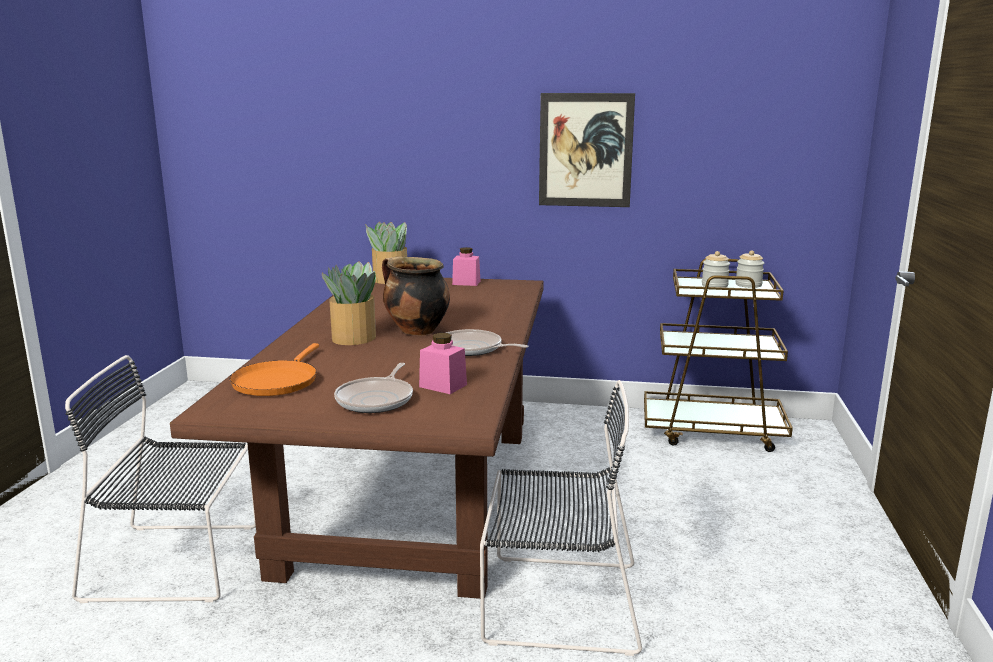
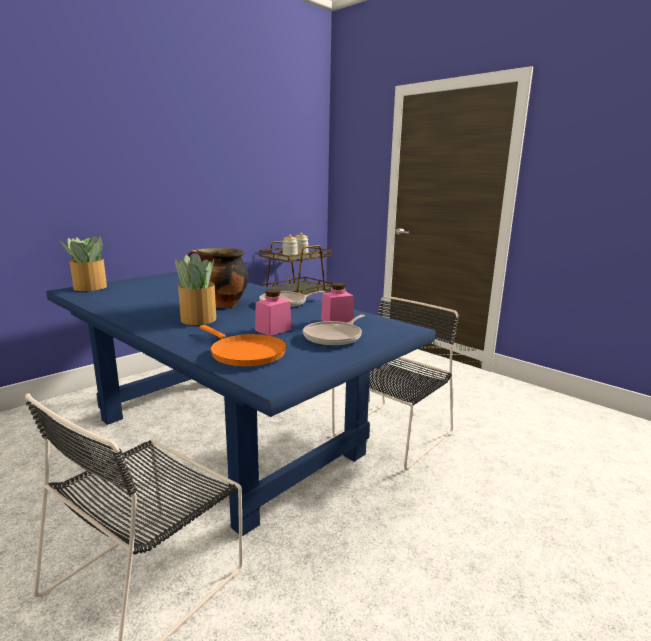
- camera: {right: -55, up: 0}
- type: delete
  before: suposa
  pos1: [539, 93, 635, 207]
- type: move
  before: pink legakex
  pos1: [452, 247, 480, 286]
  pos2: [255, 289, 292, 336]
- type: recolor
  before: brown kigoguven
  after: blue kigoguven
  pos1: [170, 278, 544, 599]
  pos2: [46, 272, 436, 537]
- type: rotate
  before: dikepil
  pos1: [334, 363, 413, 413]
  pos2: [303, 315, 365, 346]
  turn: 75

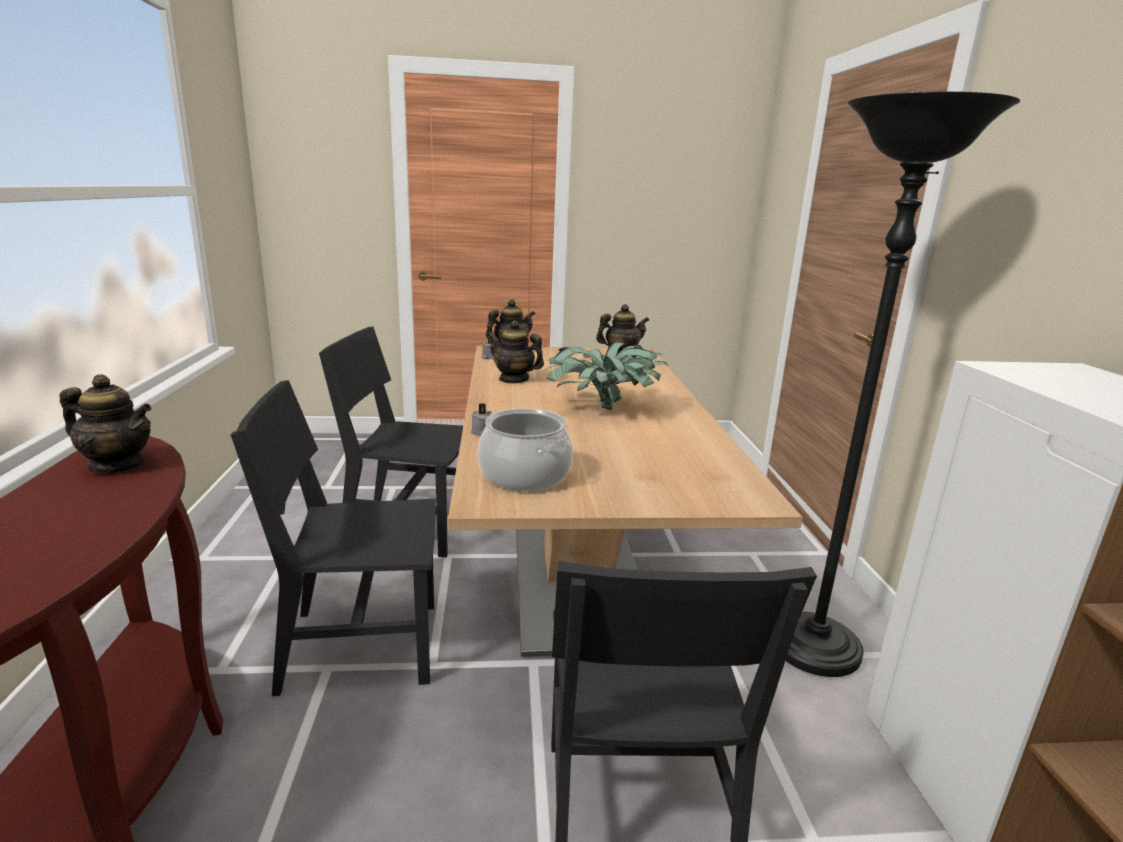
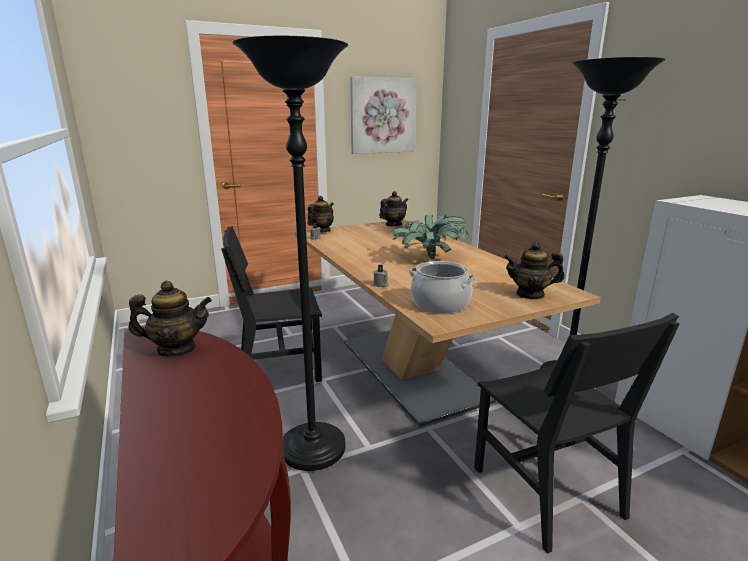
- camera: {right: -20, up: 0}
- type: move
  before: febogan
  pos1: [487, 320, 544, 384]
  pos2: [504, 242, 565, 299]
- type: replace
  before: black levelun
  after: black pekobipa
  pos1: [231, 380, 436, 696]
  pos2: [232, 36, 348, 471]
- type: insert
  after: suposa
  pos2: [350, 76, 417, 154]

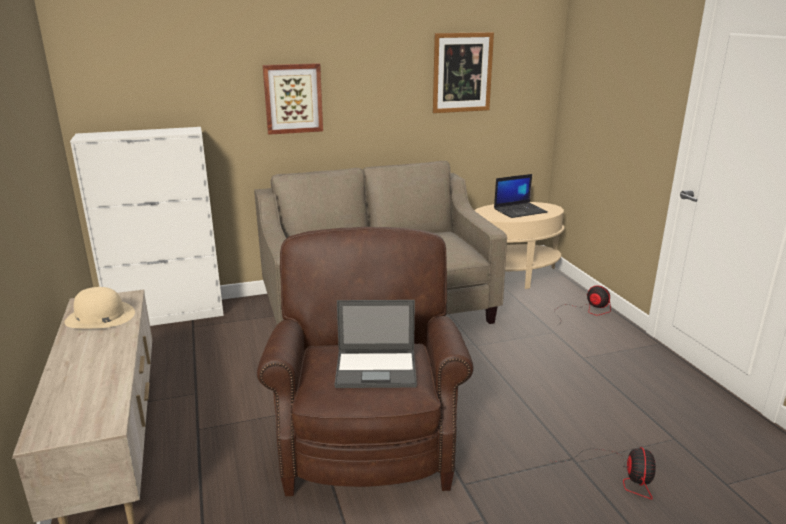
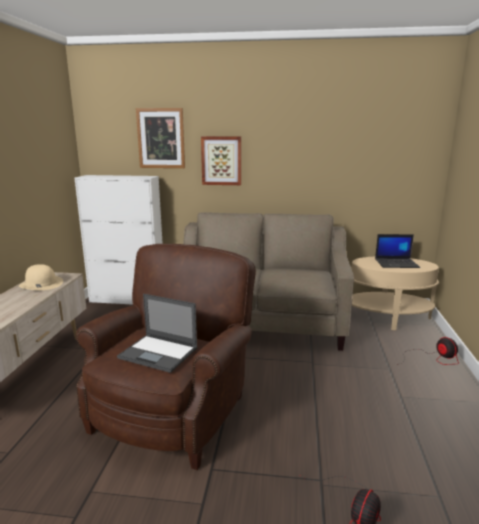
- camera: {right: 25, up: -5}
- type: move
  before: suposa
  pos1: [433, 32, 494, 113]
  pos2: [136, 108, 185, 168]

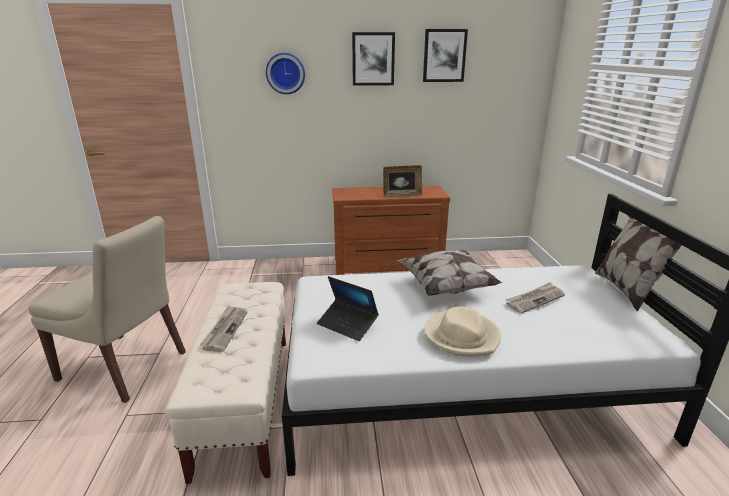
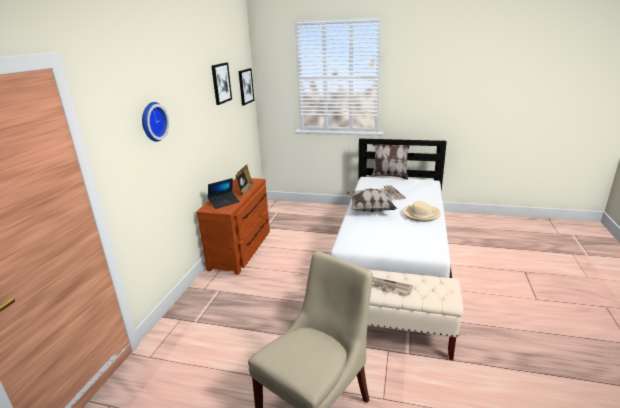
- camera: {right: -70, up: 0}
- type: move
  before: suposa
  pos1: [352, 32, 395, 86]
  pos2: [239, 68, 254, 105]
- type: move
  before: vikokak
  pos1: [317, 276, 379, 341]
  pos2: [208, 178, 240, 209]

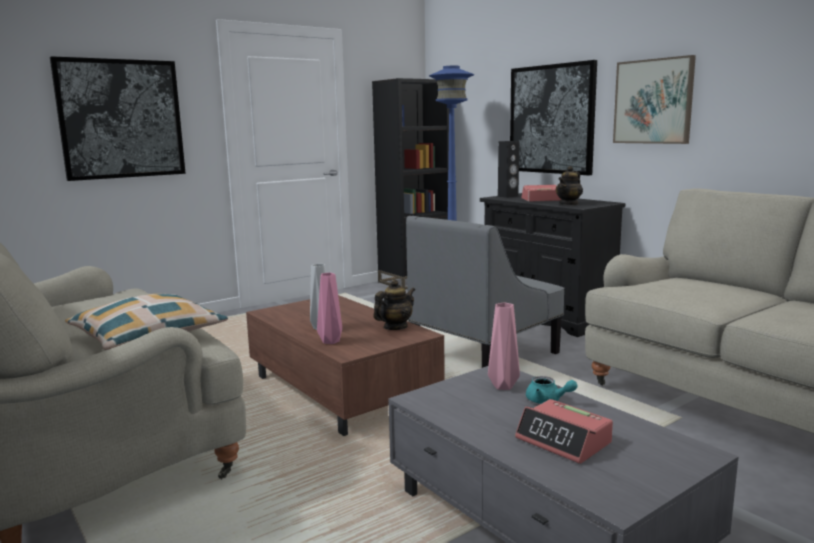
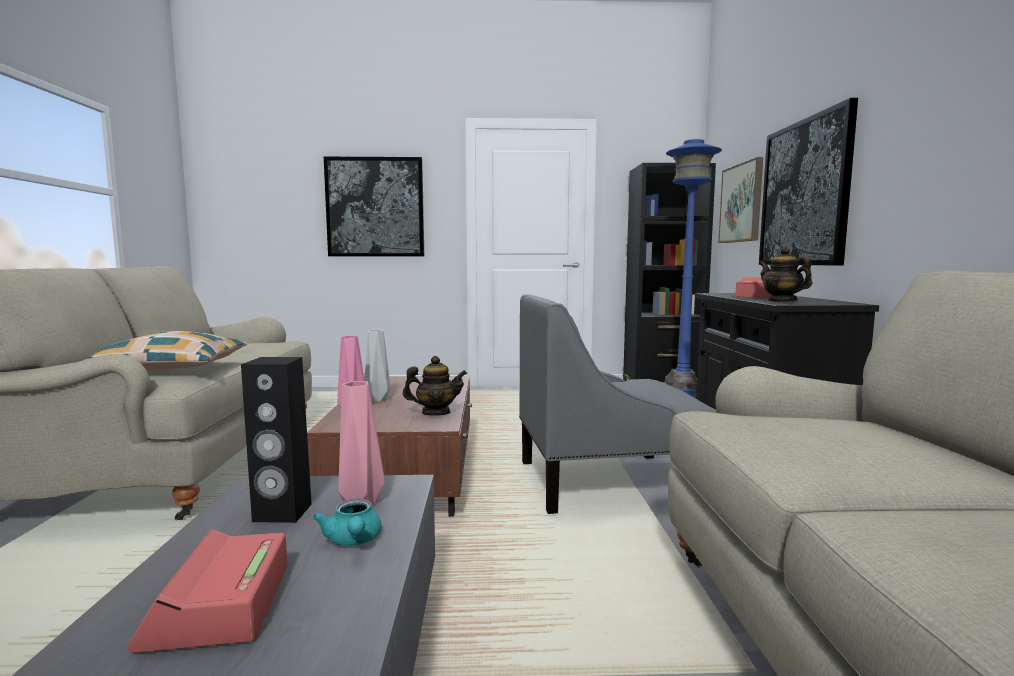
- camera: {right: 35, up: -5}
- type: move
  before: suposa
  pos1: [613, 55, 696, 144]
  pos2: [718, 157, 763, 243]
- type: move
  before: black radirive
  pos1: [498, 141, 519, 198]
  pos2: [241, 357, 312, 523]
- type: rotate
  before: febogan
  pos1: [556, 166, 583, 205]
  pos2: [759, 247, 812, 302]
  turn: 75

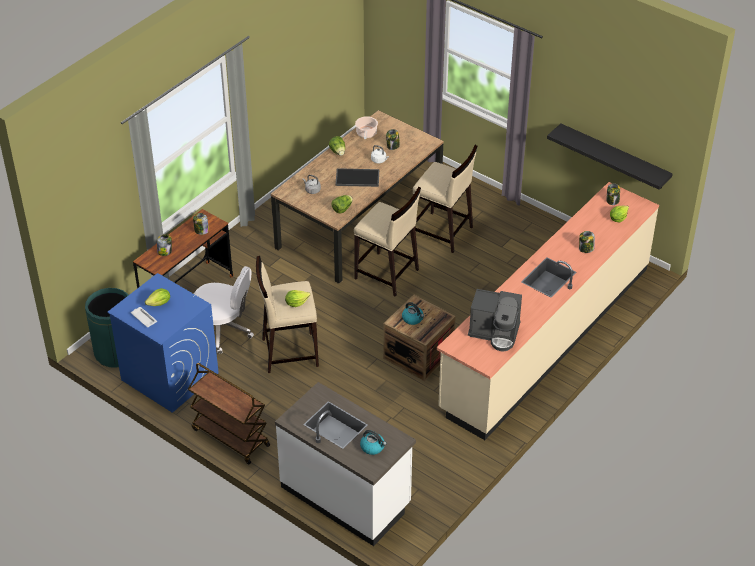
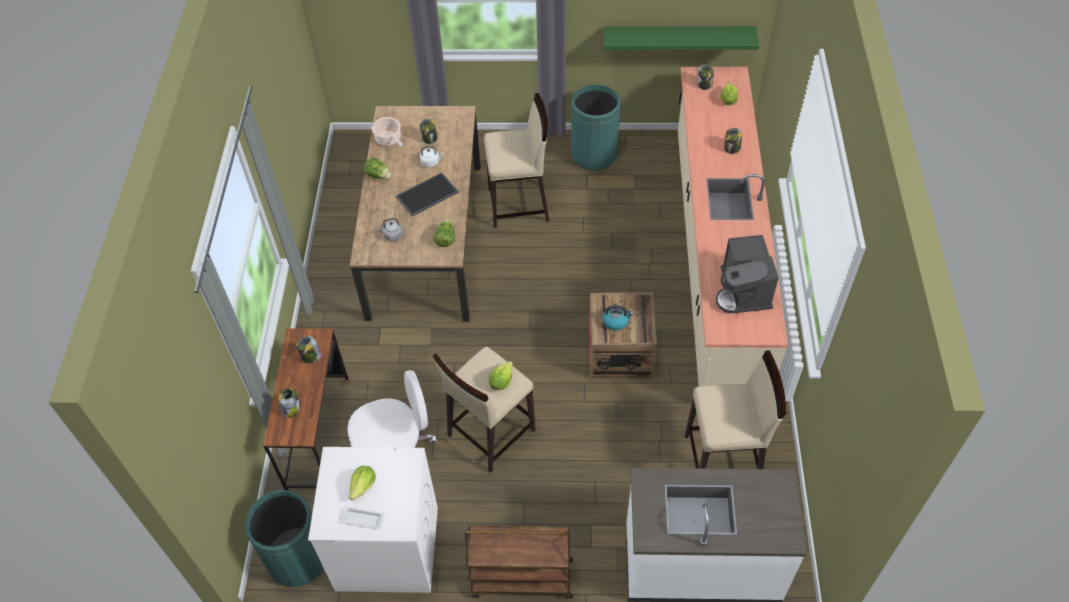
- camera: {right: -35, up: 10}
- type: recolor
  before: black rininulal
  after: green rininulal
  pos1: [547, 124, 673, 190]
  pos2: [604, 26, 759, 50]
- type: move
  before: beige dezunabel
  pos1: [354, 187, 421, 297]
  pos2: [685, 350, 786, 469]
- type: recolor
  before: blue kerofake
  after: white kerofake
  pos1: [107, 273, 219, 413]
  pos2: [308, 447, 438, 593]
- type: rotate
  before: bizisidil
  pos1: [468, 289, 522, 351]
  pos2: [716, 235, 779, 313]
  turn: 105
- type: delete
  before: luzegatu
  pos1: [360, 430, 387, 455]
- type: insert
  after: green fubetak
  pos2: [571, 85, 621, 170]

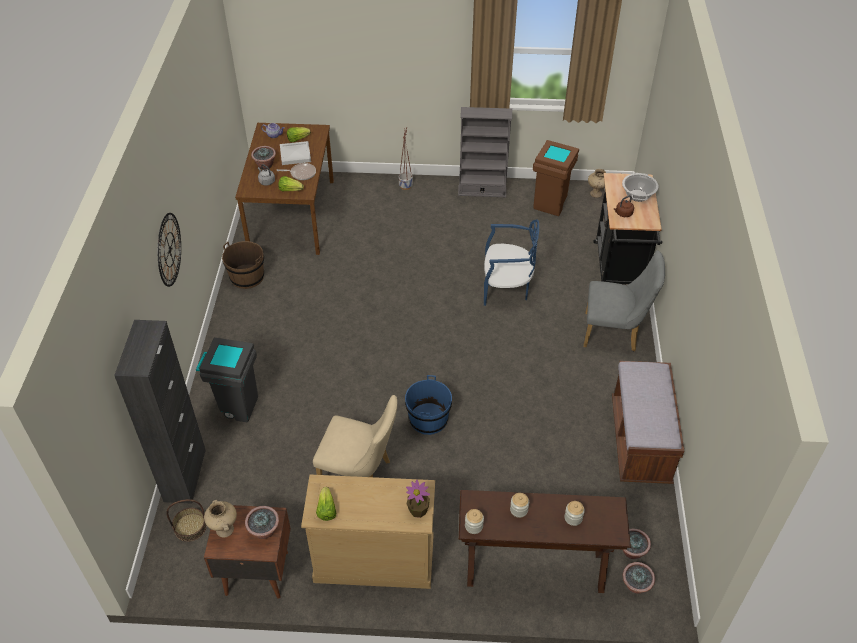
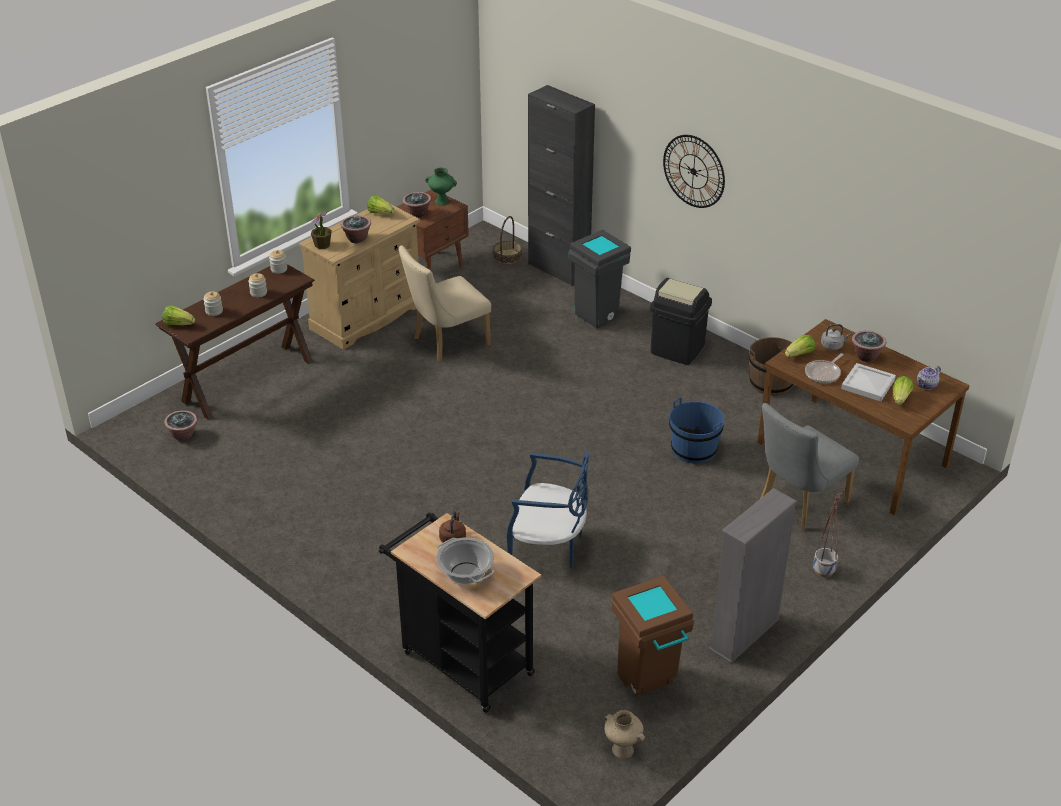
- camera: {right: 130, up: -10}
- type: rotate
  before: blue levelun
  pos1: [484, 220, 539, 306]
  pos2: [506, 452, 590, 568]
  turn: -120
- type: move
  before: grey levelun
  pos1: [583, 250, 665, 352]
  pos2: [760, 403, 859, 530]
- type: delete
  before: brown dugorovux
  pos1: [612, 361, 684, 484]
- type: move
  before: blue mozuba
  pos1: [405, 375, 452, 435]
  pos2: [669, 397, 725, 464]
- type: recolor
  before: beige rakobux
  after: green rakobux
  pos1: [204, 500, 237, 537]
  pos2: [425, 168, 457, 205]
- type: move
  before: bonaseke
  pos1: [623, 562, 655, 594]
  pos2: [341, 216, 371, 243]
- type: insert
  after: black fubetak
  pos2: [650, 278, 712, 365]
- type: insert
  after: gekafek
  pos2: [162, 305, 195, 325]

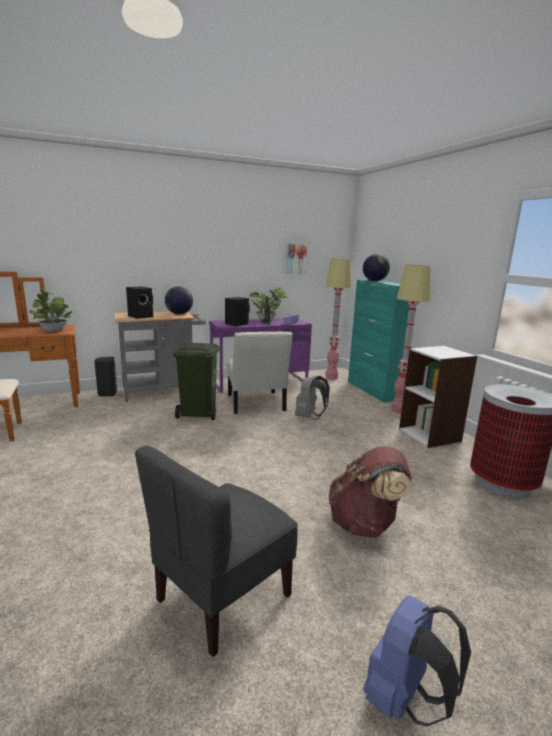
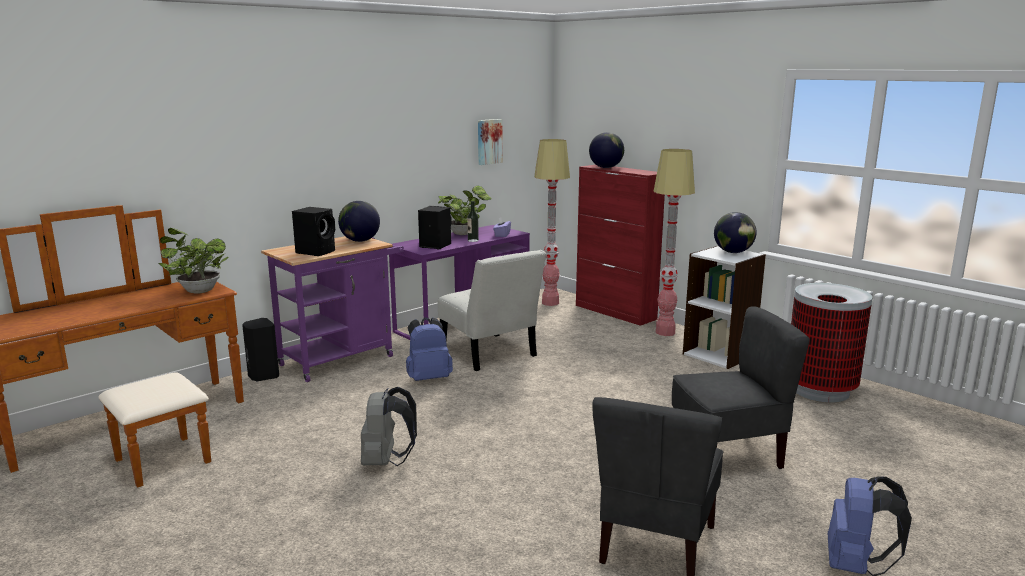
- camera: {right: -20, up: 0}
- type: recolor
  before: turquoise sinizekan
  after: red sinizekan
  pos1: [348, 280, 409, 403]
  pos2: [576, 165, 665, 326]
- type: recolor
  before: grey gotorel
  after: purple gotorel
  pos1: [114, 311, 206, 402]
  pos2: [261, 236, 404, 382]
- type: replace
  before: green fubetak
  after: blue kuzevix
  pos1: [173, 343, 221, 420]
  pos2: [406, 317, 453, 381]
- type: move
  before: grey kuzevix
  pos1: [295, 376, 330, 420]
  pos2: [361, 387, 417, 466]
- type: replace
  before: brown kuzevix
  after: grey levelun
  pos1: [329, 446, 412, 538]
  pos2: [672, 306, 810, 469]
- type: insert
  after: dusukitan
  pos2: [714, 212, 757, 253]

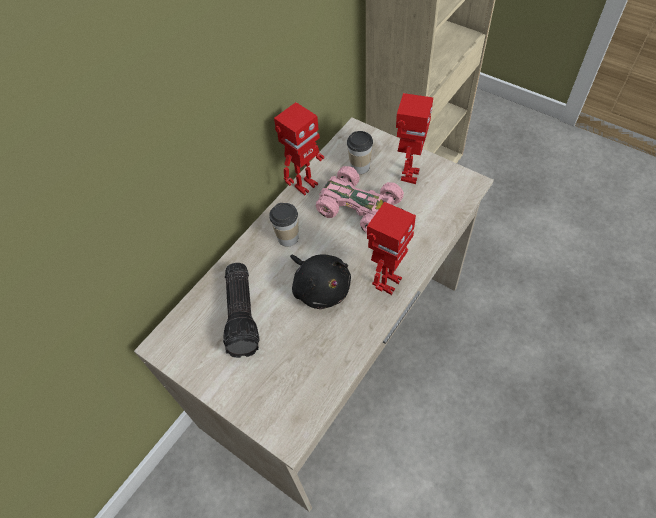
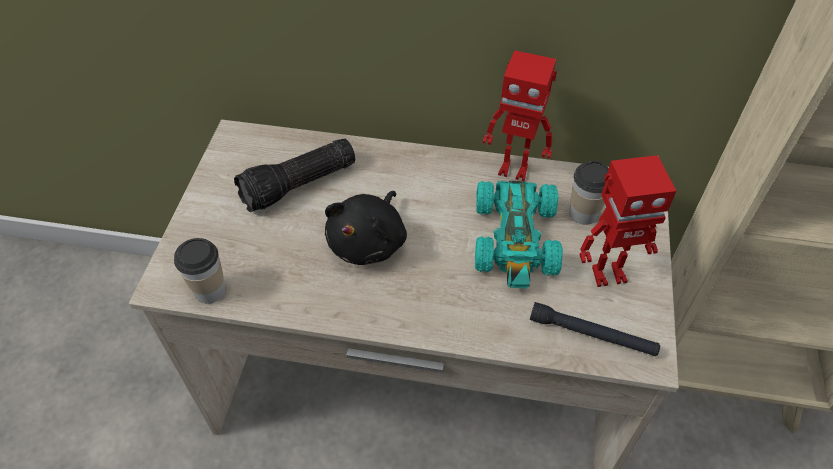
- camera: {right: 60, up: -5}
- type: recolor
  before: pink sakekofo
  after: turquoise sakekofo
  pos1: [316, 166, 406, 233]
  pos2: [475, 180, 563, 289]
- type: delete
  before: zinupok
  pos1: [367, 202, 416, 295]
- type: move
  before: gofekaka
  pos1: [269, 203, 299, 247]
  pos2: [174, 238, 226, 304]
- type: insert
  after: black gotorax
  pos2: [530, 302, 660, 356]

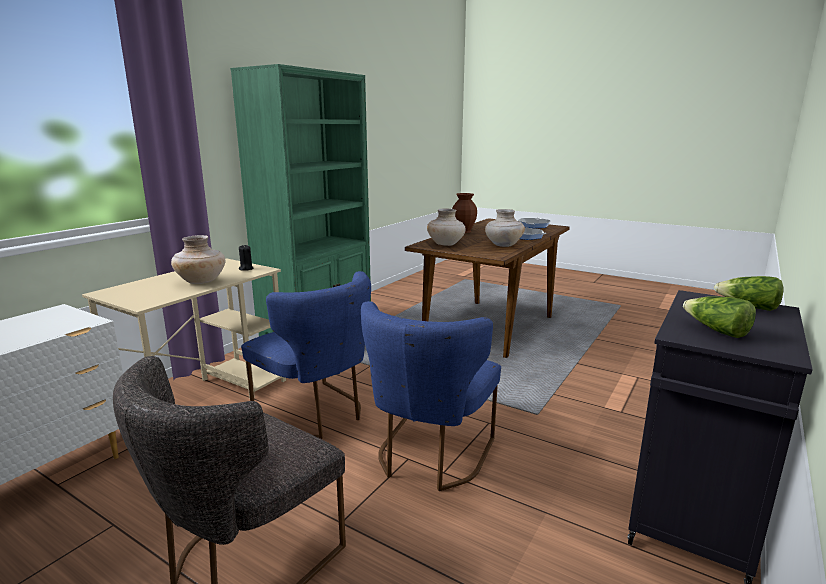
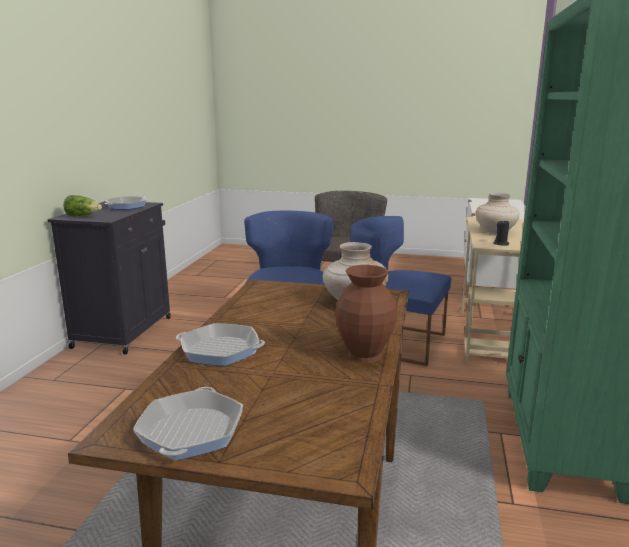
- camera: {right: 160, up: 0}
- type: delete
  before: beige rakobux
  pos1: [485, 209, 525, 247]
- type: replace
  before: gekafek
  after: dikepil
  pos1: [683, 296, 756, 338]
  pos2: [105, 196, 147, 210]

